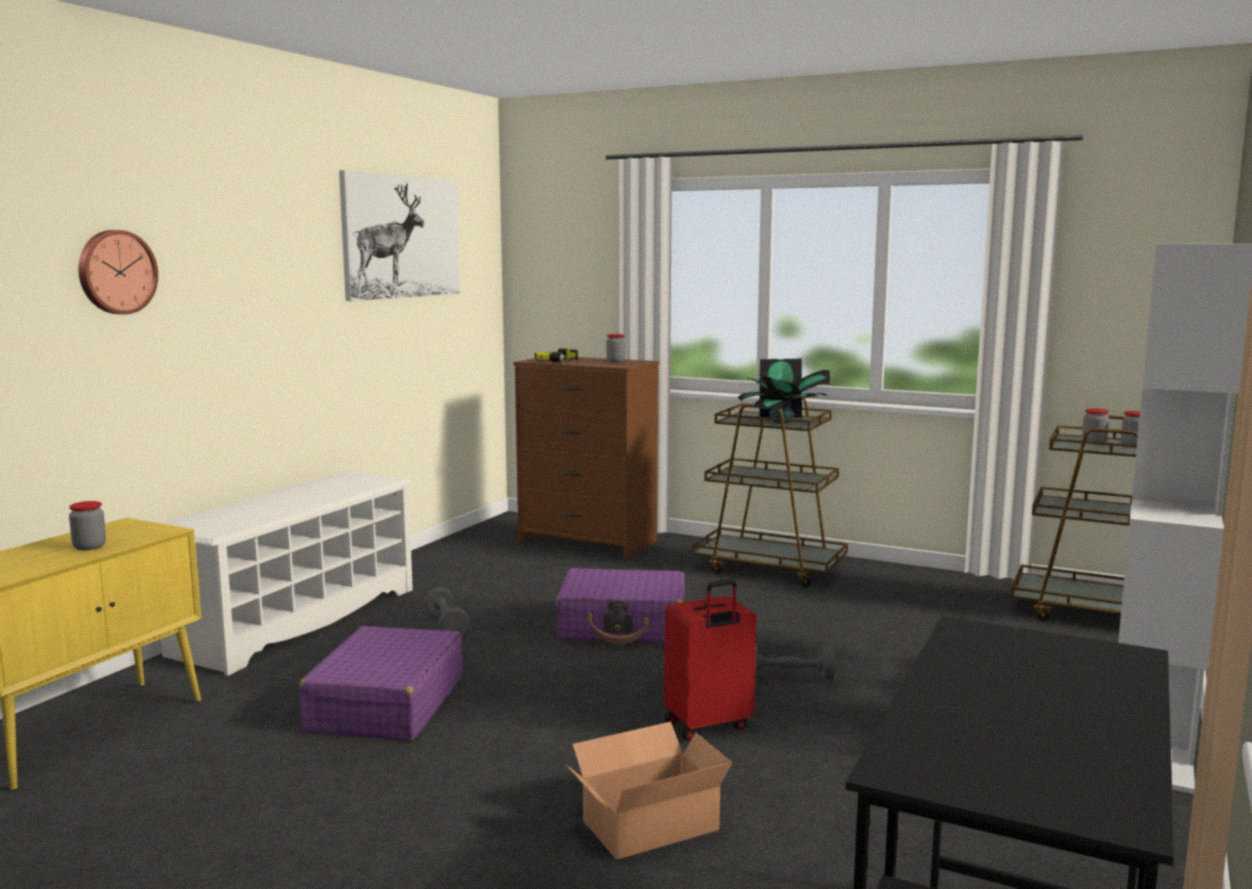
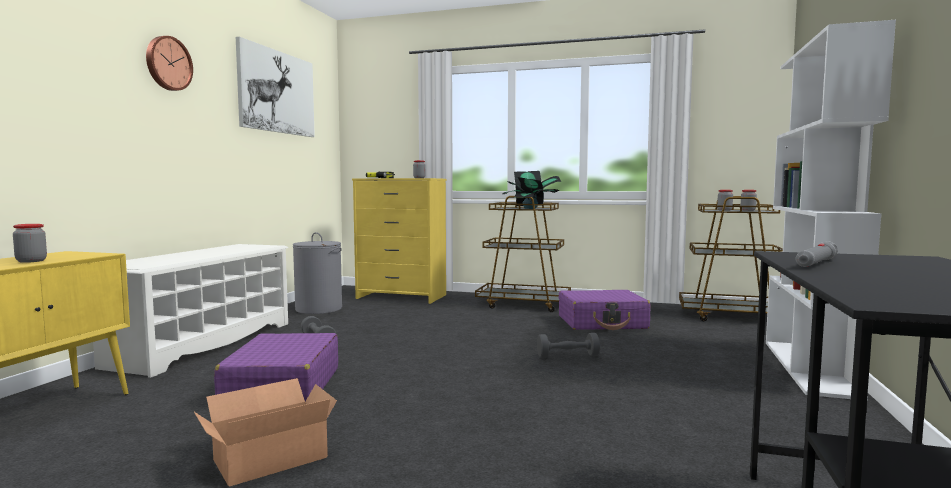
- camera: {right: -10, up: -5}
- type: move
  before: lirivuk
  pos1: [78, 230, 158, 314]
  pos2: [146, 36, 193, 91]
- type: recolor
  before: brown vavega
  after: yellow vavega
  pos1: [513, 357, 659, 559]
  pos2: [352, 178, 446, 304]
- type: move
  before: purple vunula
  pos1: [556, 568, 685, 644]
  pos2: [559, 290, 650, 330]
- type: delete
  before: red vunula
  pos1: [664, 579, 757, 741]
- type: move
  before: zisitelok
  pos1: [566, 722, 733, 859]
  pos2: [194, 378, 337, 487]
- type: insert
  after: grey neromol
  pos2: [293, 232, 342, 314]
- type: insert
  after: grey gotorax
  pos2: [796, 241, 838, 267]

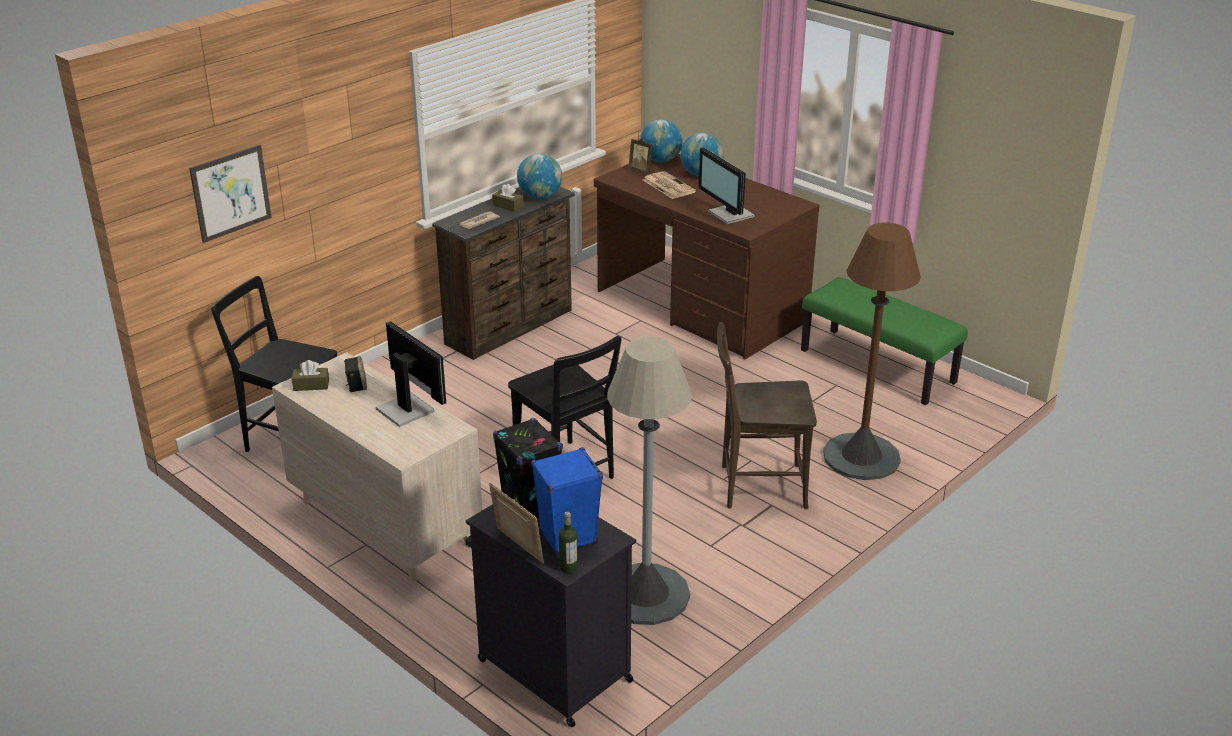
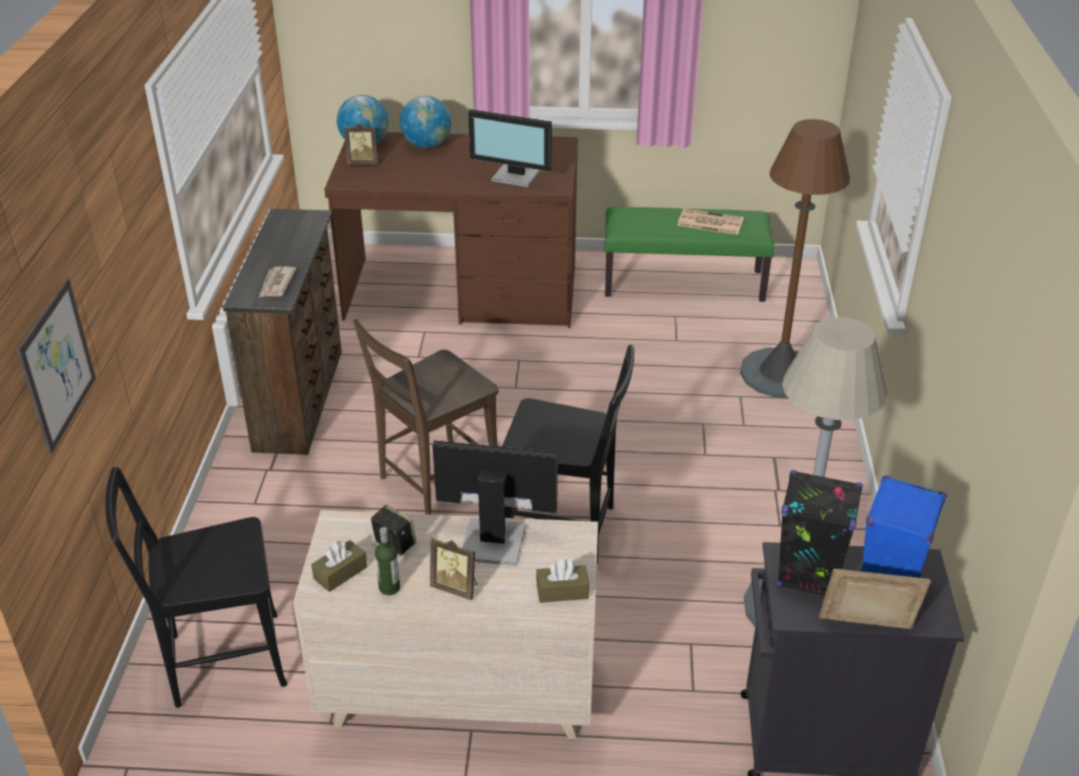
- camera: {right: -40, up: 5}
- type: delete
  before: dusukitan
  pos1: [517, 153, 562, 199]
- type: move
  before: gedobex
  pos1: [643, 171, 696, 199]
  pos2: [677, 208, 744, 235]
- type: move
  before: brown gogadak
  pos1: [492, 184, 523, 212]
  pos2: [536, 559, 589, 603]
- type: move
  before: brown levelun
  pos1: [717, 322, 817, 509]
  pos2: [353, 319, 499, 515]
- type: move
  before: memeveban
  pos1: [559, 511, 578, 573]
  pos2: [375, 527, 400, 595]
- type: insert
  after: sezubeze
  pos2: [430, 537, 477, 600]

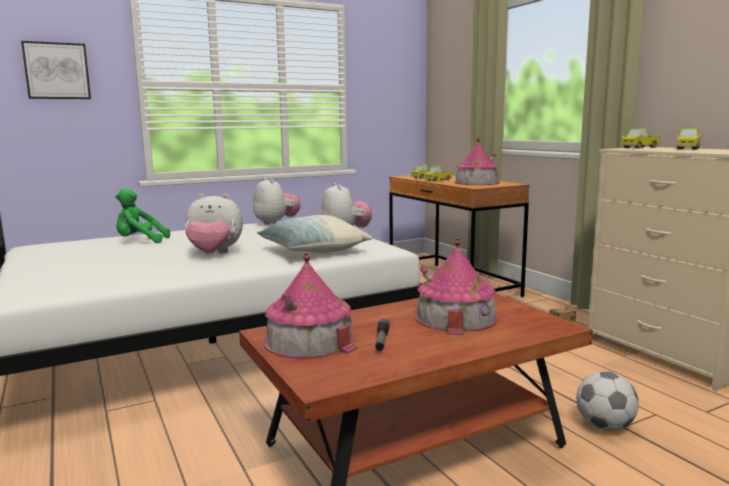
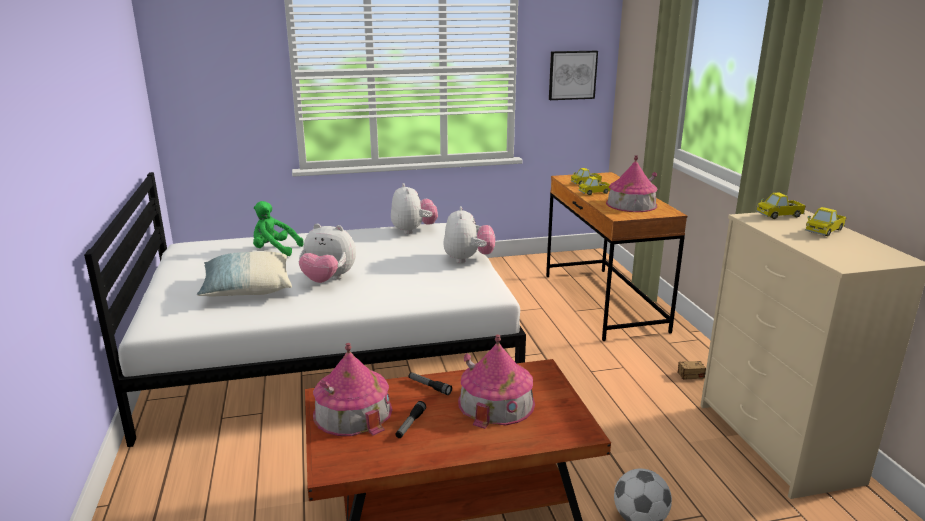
- camera: {right: 15, up: 10}
- type: move
  before: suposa
  pos1: [21, 41, 91, 99]
  pos2: [549, 51, 598, 100]
- type: move
  before: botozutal
  pos1: [257, 215, 372, 253]
  pos2: [197, 251, 292, 296]
- type: insert
  after: gotorax
  pos2: [408, 372, 452, 395]

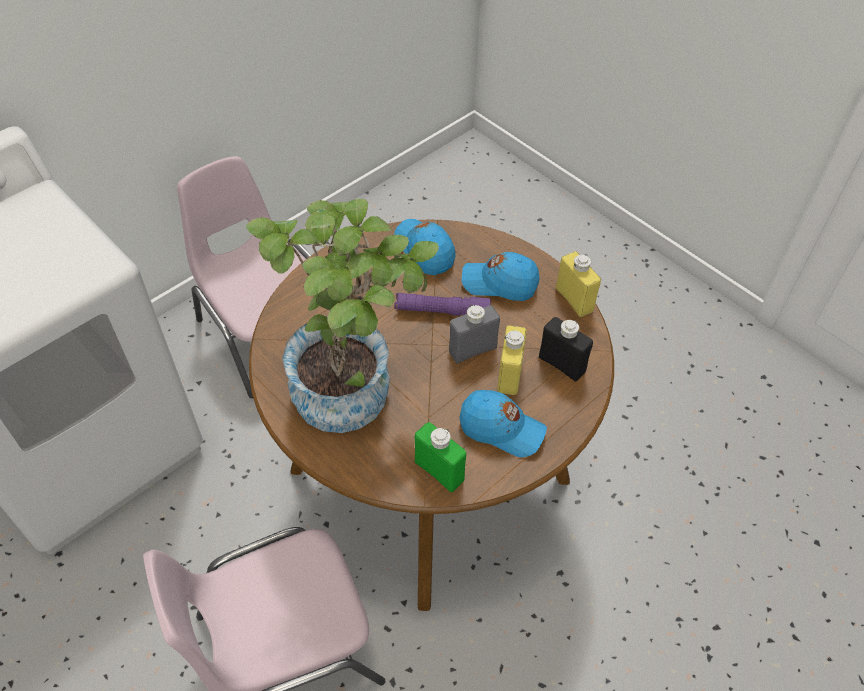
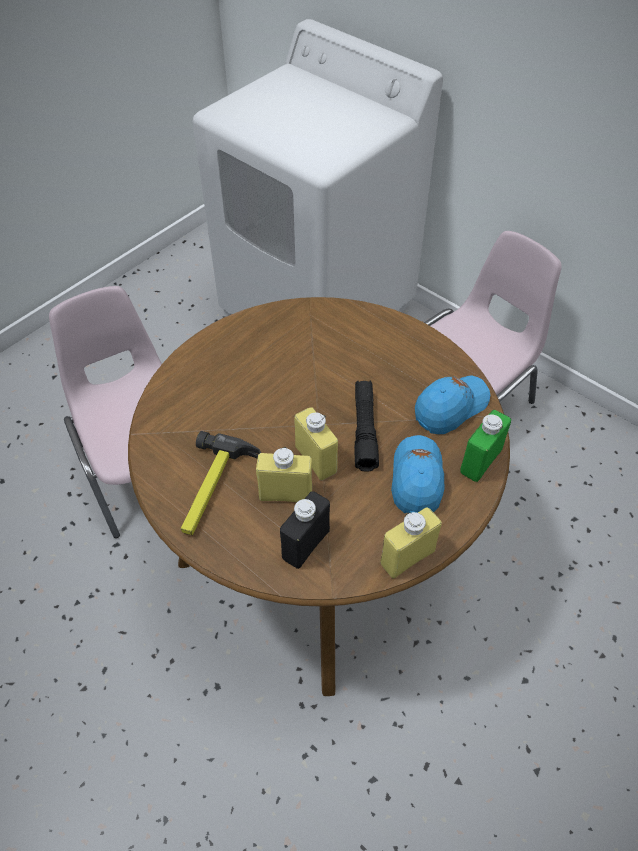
- camera: {right: 85, up: 0}
- type: delete
  before: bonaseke
  pos1: [246, 199, 439, 433]
- type: recolor
  before: purple gotorax
  after: black gotorax
  pos1: [395, 293, 491, 316]
  pos2: [354, 381, 379, 472]
- type: recolor
  before: grey memeveban
  after: yellow memeveban
  pos1: [449, 305, 500, 364]
  pos2: [294, 407, 338, 480]
- type: replace
  before: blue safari
  after: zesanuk
  pos1: [459, 390, 547, 457]
  pos2: [181, 431, 261, 535]
- type: move
  before: green memeveban
  pos1: [415, 422, 466, 492]
  pos2: [460, 410, 511, 482]

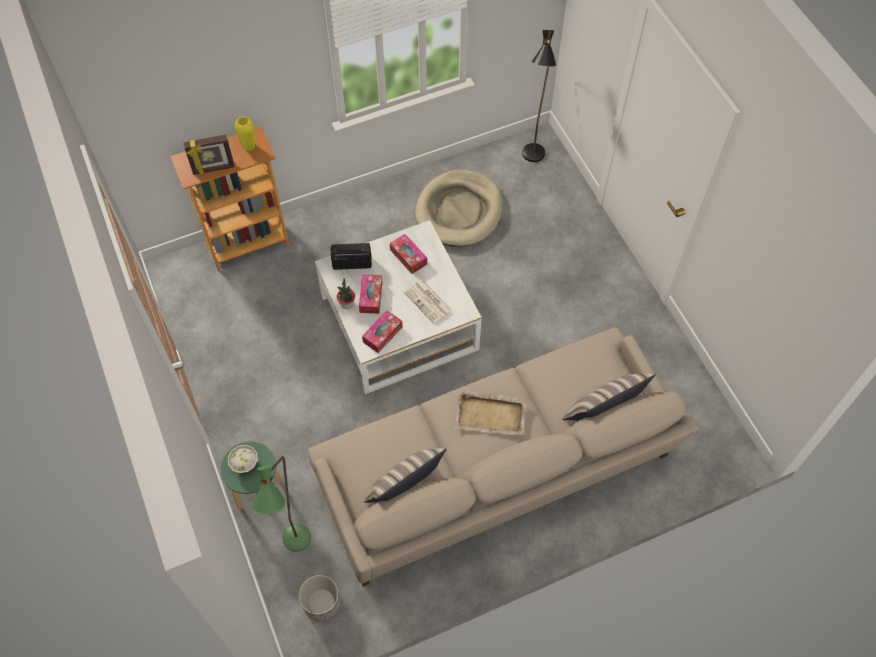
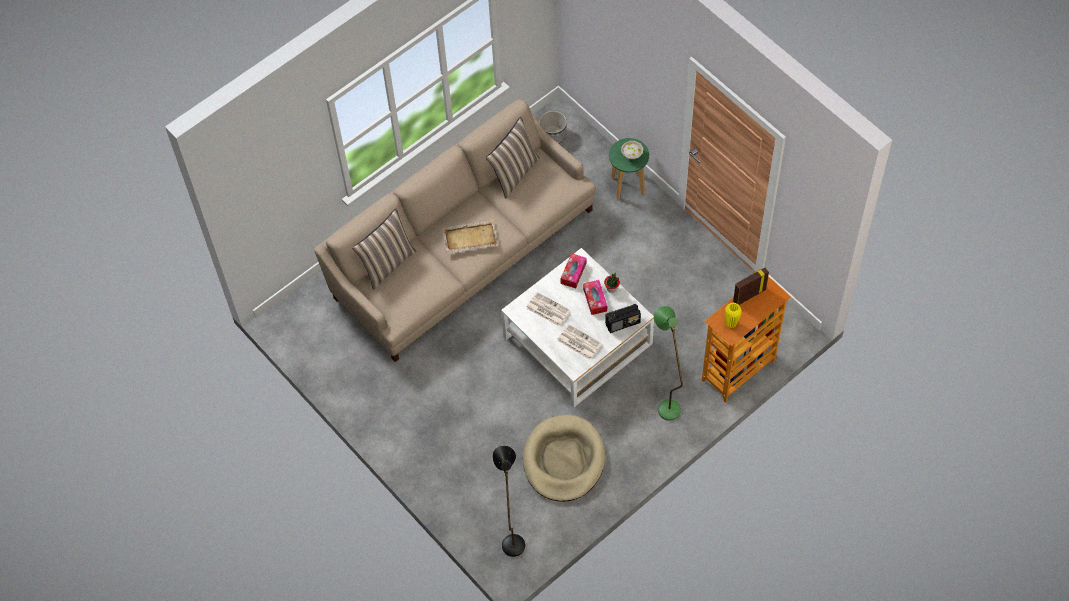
- camera: {right: 165, up: 0}
- type: replace
  before: gogadak
  after: gedobex
  pos1: [390, 234, 427, 274]
  pos2: [557, 324, 602, 360]
- type: move
  before: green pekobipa
  pos1: [253, 456, 311, 552]
  pos2: [654, 306, 683, 421]

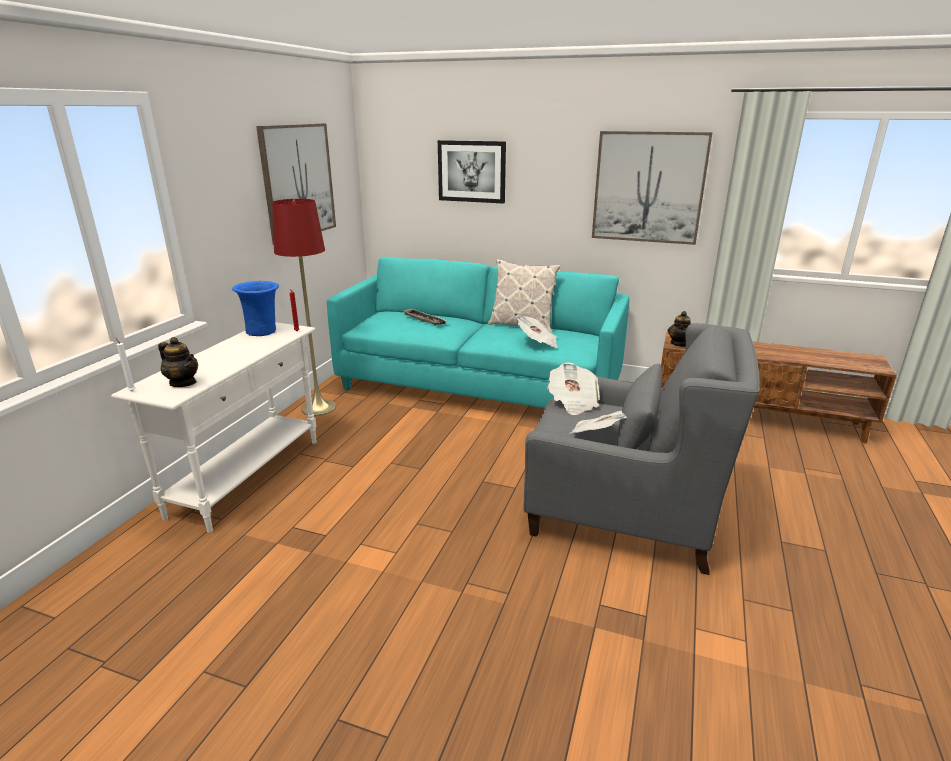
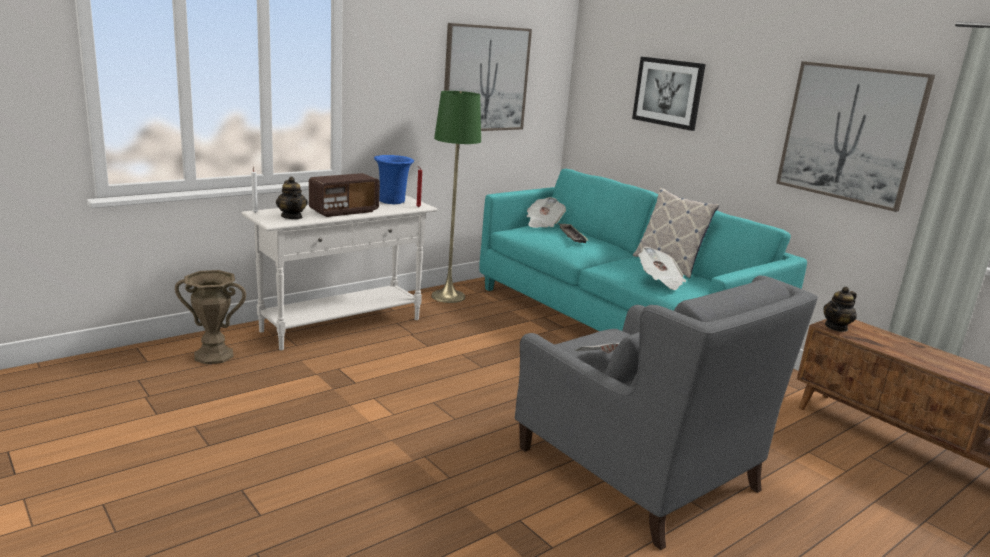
- camera: {right: 30, up: -5}
- type: recolor
  before: red pekobipa
  after: green pekobipa
  pos1: [272, 199, 336, 416]
  pos2: [431, 91, 481, 303]
- type: move
  before: gedobex
  pos1: [548, 362, 600, 415]
  pos2: [526, 197, 566, 228]
- type: insert
  after: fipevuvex
  pos2: [309, 173, 380, 217]
- type: insert
  after: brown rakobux
  pos2: [175, 270, 246, 364]

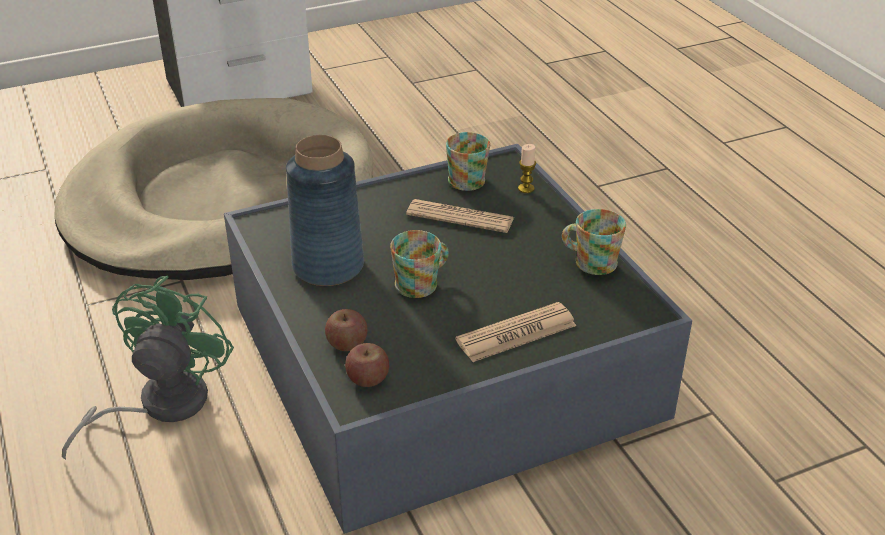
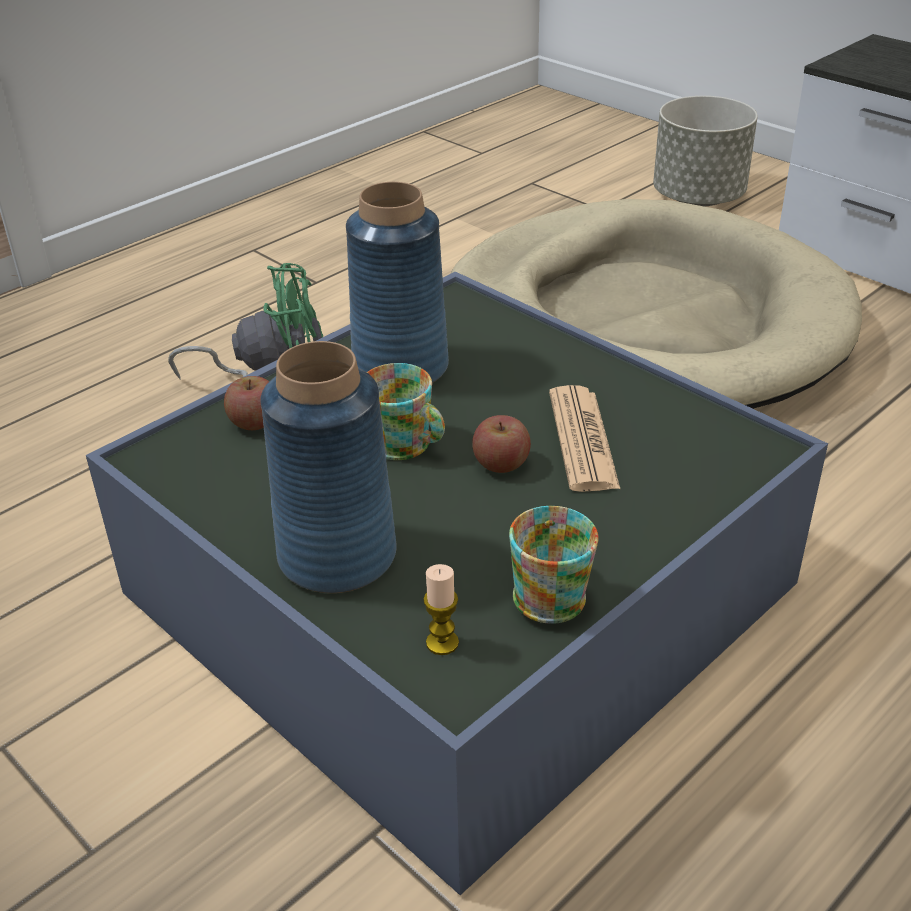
- camera: {right: 70, up: 0}
- type: delete
  before: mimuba
  pos1: [446, 132, 490, 191]
- type: move
  before: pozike
  pos1: [518, 144, 536, 193]
  pos2: [423, 564, 459, 655]
- type: replace
  before: gedobex
  after: blue rakobux
  pos1: [455, 302, 576, 362]
  pos2: [260, 341, 396, 593]
- type: move
  before: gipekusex
  pos1: [345, 343, 389, 387]
  pos2: [472, 415, 531, 473]
- type: insert
  after: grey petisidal
  pos2: [653, 96, 757, 207]

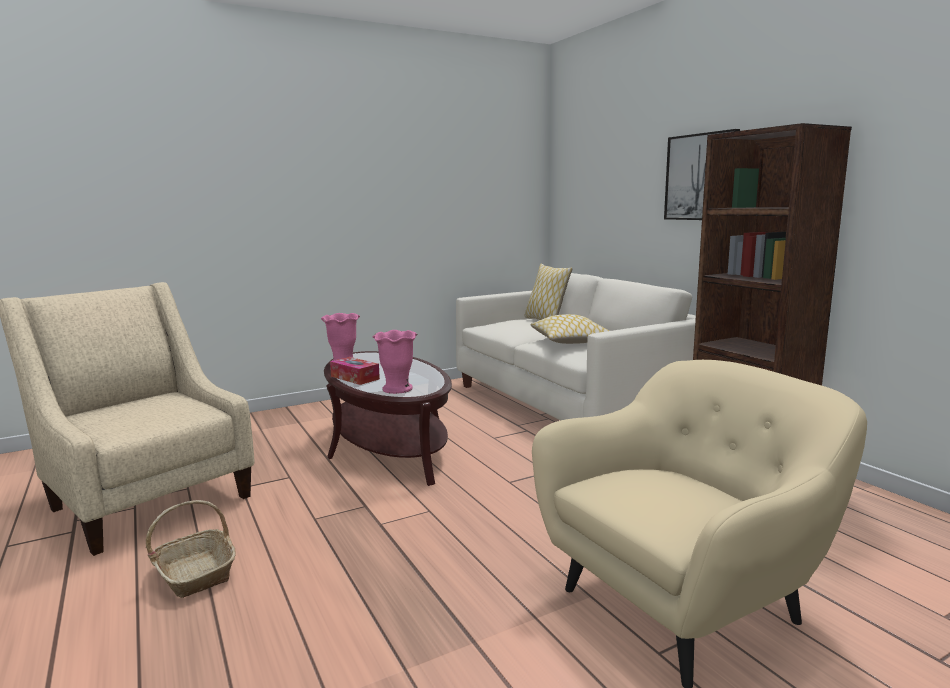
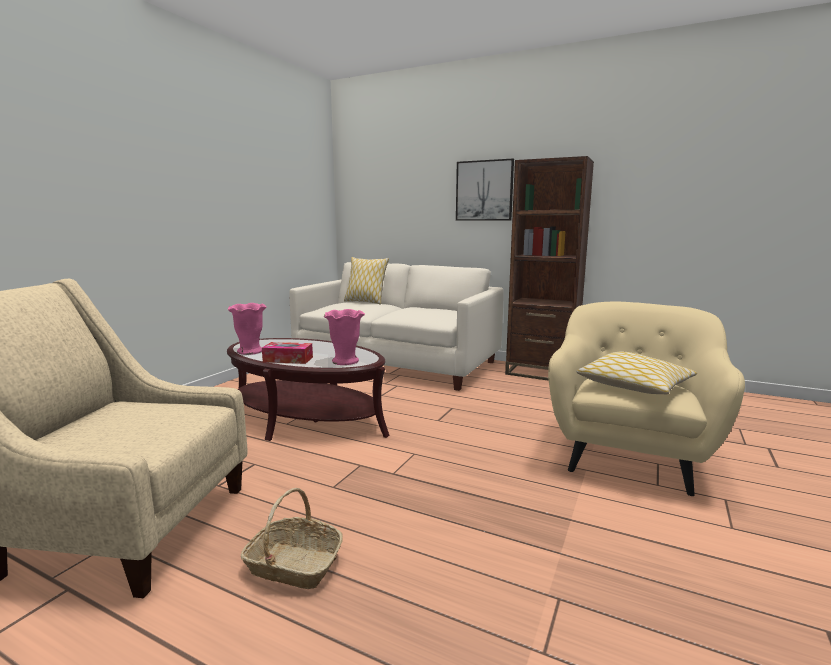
- camera: {right: -35, up: 0}
- type: move
  before: botozutal
  pos1: [530, 314, 610, 344]
  pos2: [576, 352, 697, 394]

